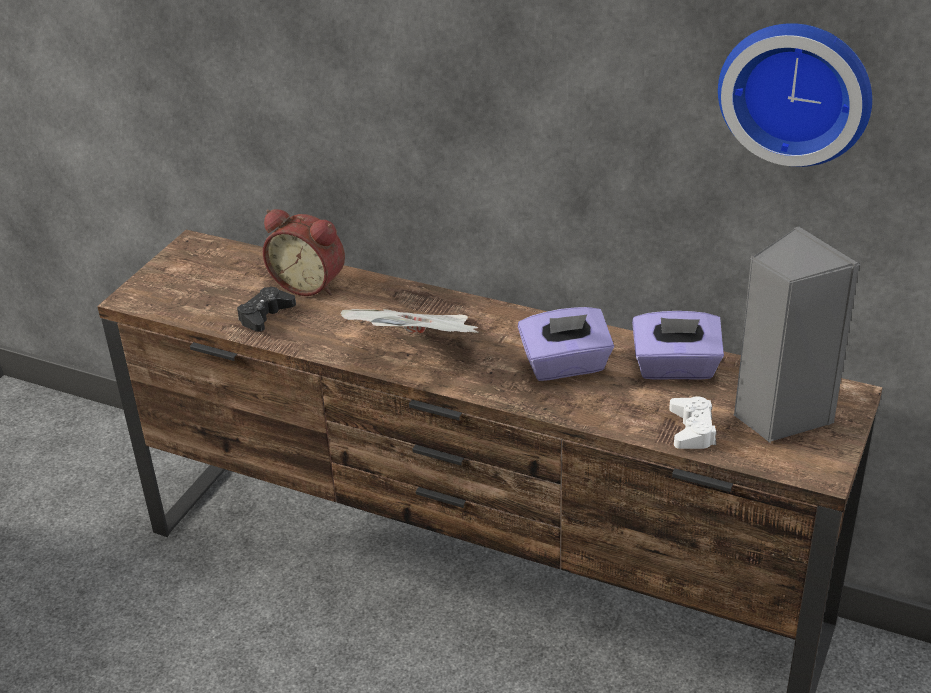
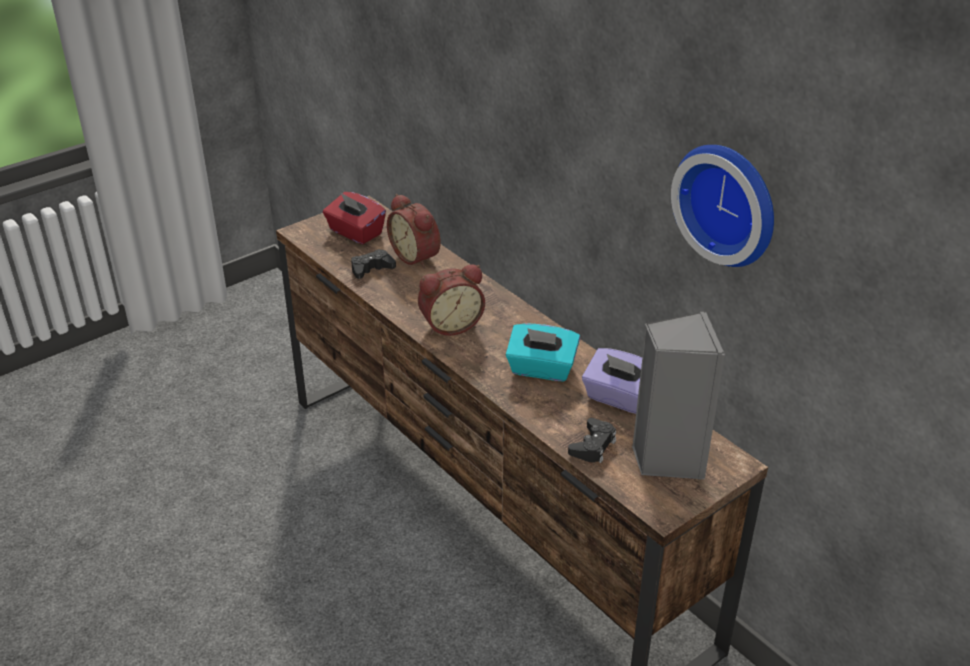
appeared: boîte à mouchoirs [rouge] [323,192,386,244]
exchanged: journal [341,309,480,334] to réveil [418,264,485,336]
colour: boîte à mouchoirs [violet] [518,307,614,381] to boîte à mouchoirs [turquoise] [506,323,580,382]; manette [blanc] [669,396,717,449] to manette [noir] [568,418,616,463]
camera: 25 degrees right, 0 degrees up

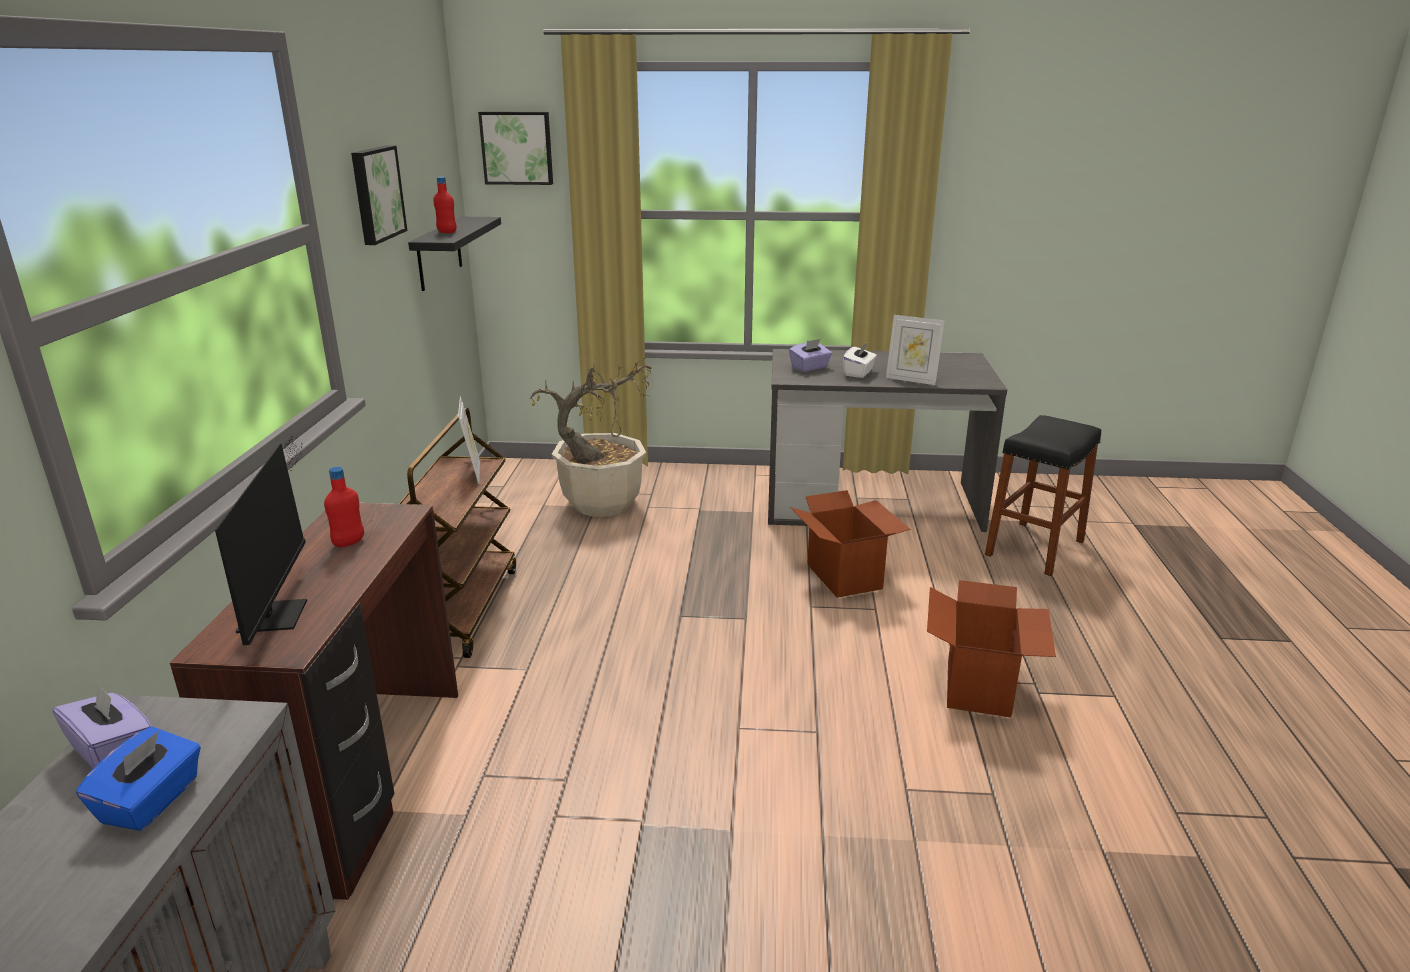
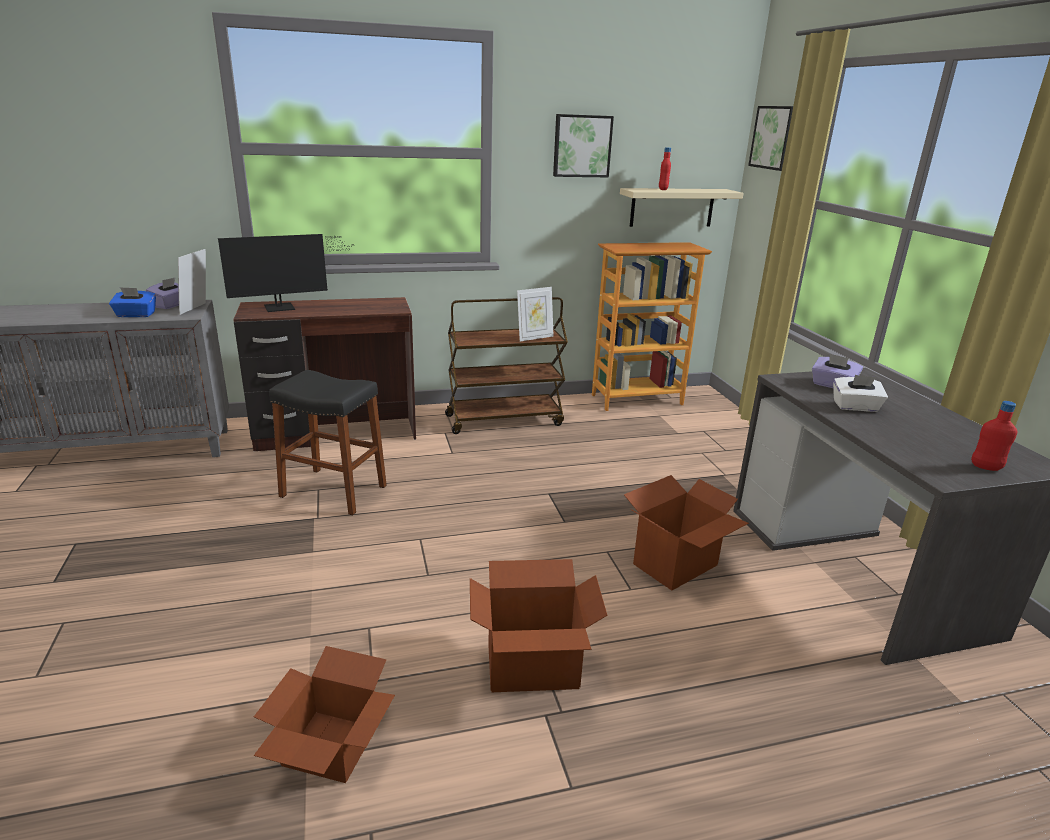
missing: plante en pot [530,357,652,517]
appeared: carton [254,646,395,783]; bibliothèque [592,242,712,411]
relocated: bouteille [rouge] [324,467,364,547] to [971,401,1017,471]; cadre photo [886,315,945,385] to [178,249,206,315]; tabouret [noir] [985,415,1101,576] to [269,370,387,515]
colour: étagère [noir] [408,217,501,291] to étagère [beige] [620,188,744,227]
camera: 70 degrees right, 0 degrees up

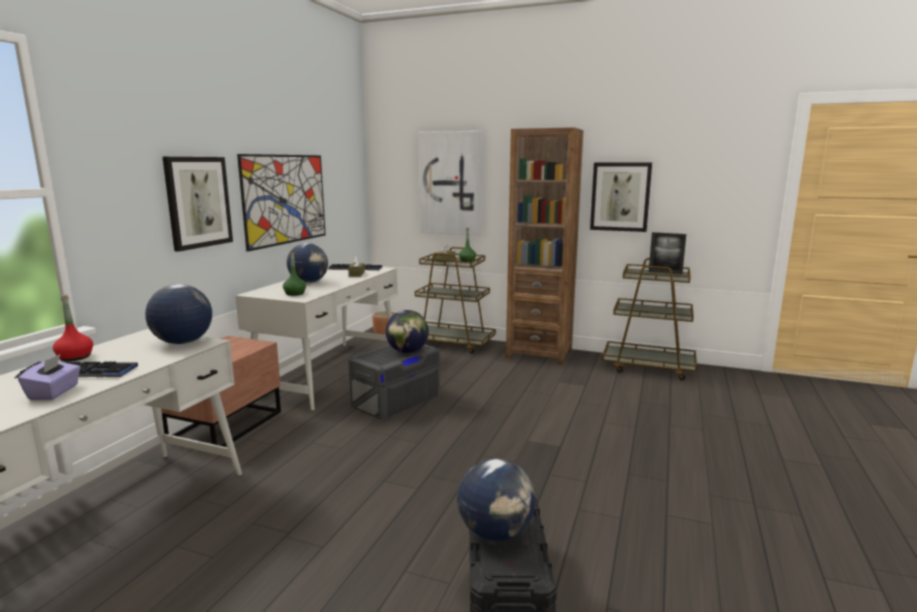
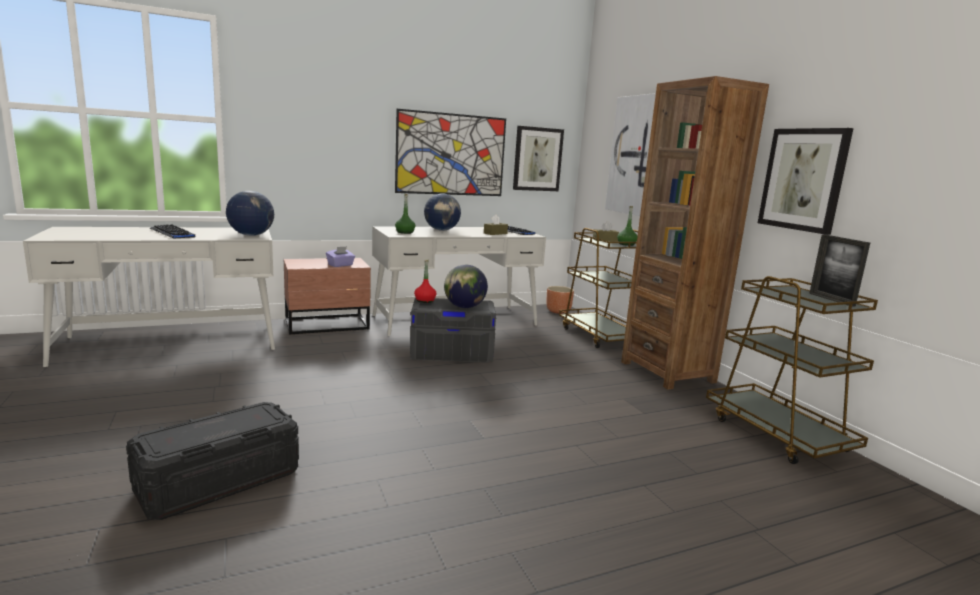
missing: globe [457,458,536,541]
relocated: boîte à mouchoirs [violet] [18,354,81,400] to [326,246,355,267]; bouteille [rouge] [53,295,93,362] to [414,259,436,303]; tableau [162,157,233,252] to [513,126,564,191]
camera: 45 degrees right, 0 degrees up

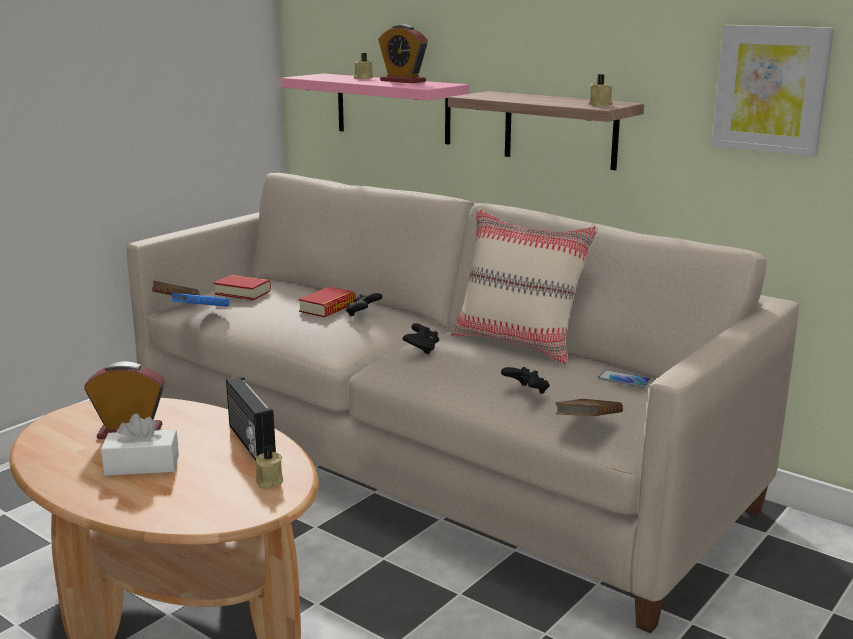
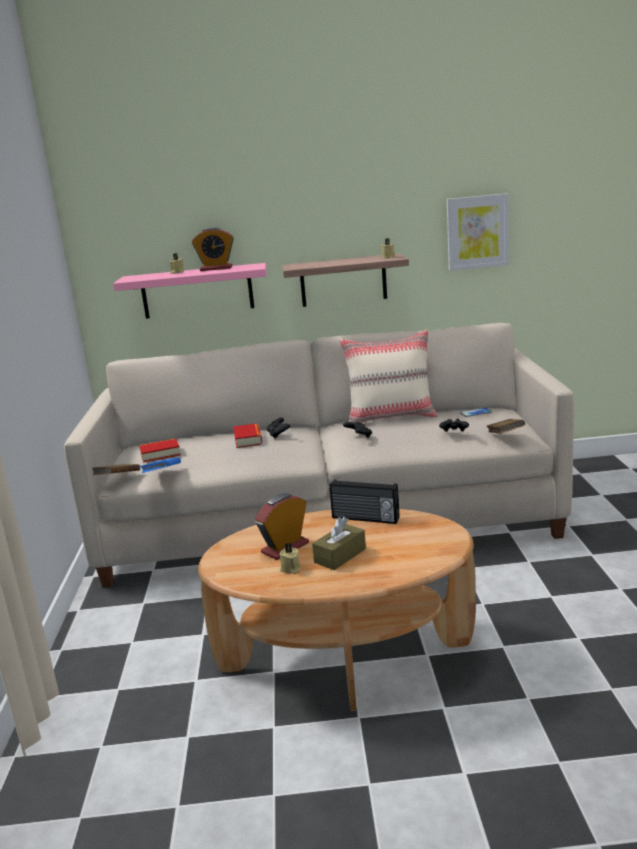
relocated: bougie [beige] [256,445,283,489] to [280,543,301,574]
colour: boîte à mouchoirs [blanc] [101,414,179,476] to boîte à mouchoirs [marron] [312,517,366,570]
camera: 40 degrees left, 0 degrees up

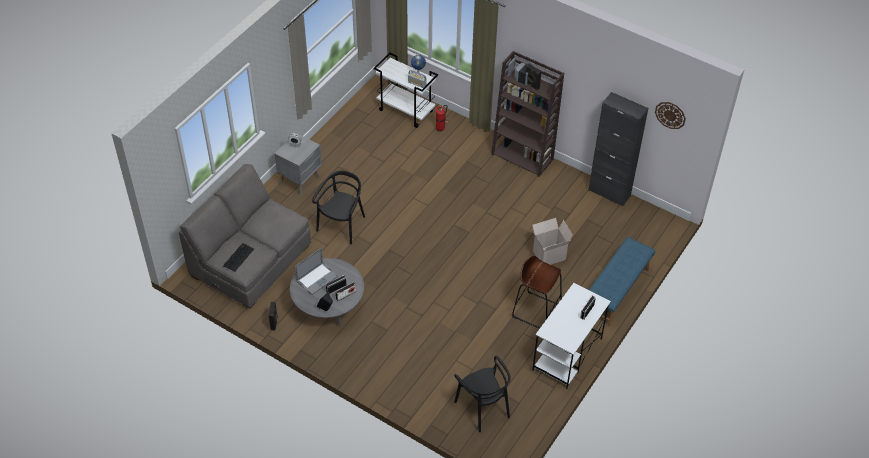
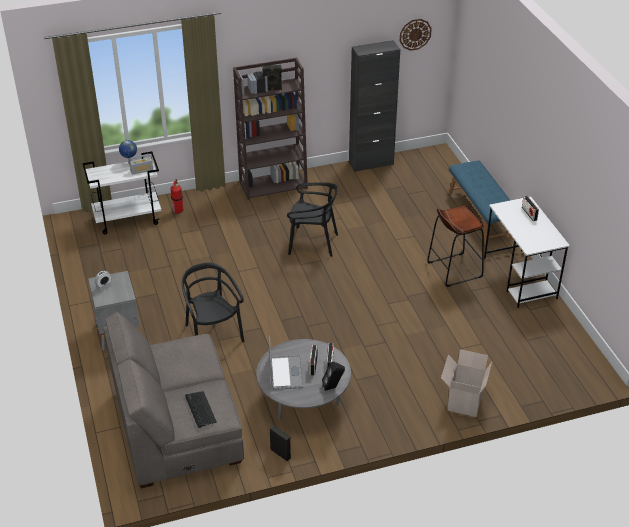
relocated: chaise [noir] [454,355,511,432] to [287,182,338,257]; carton [532,218,573,265] to [441,349,492,417]
camera: 50 degrees left, 10 degrees down

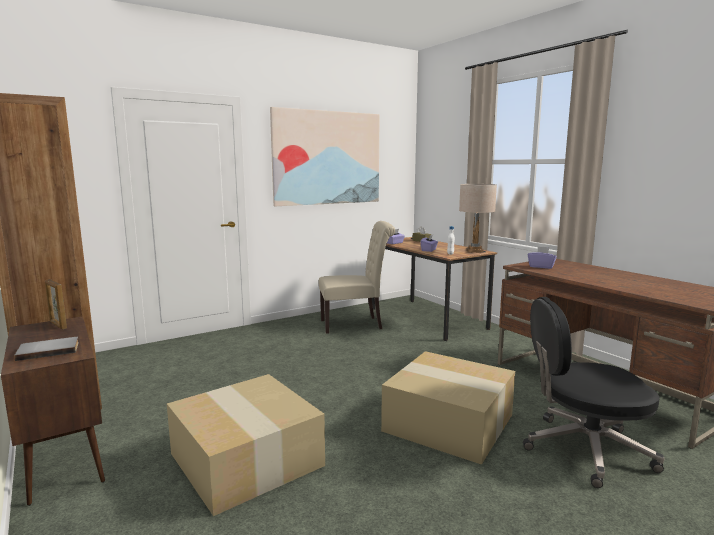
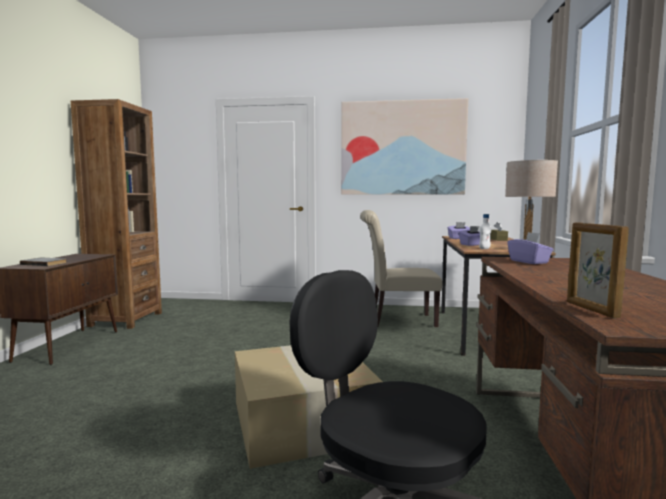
missing: carton [167,374,325,516]
relocated: cadre photo [45,279,67,329] to [567,223,629,318]
spun: chaise [beige] [319,221,395,334] = [360,210,442,327] 150 degrees clockwise
camera: 40 degrees right, 5 degrees down

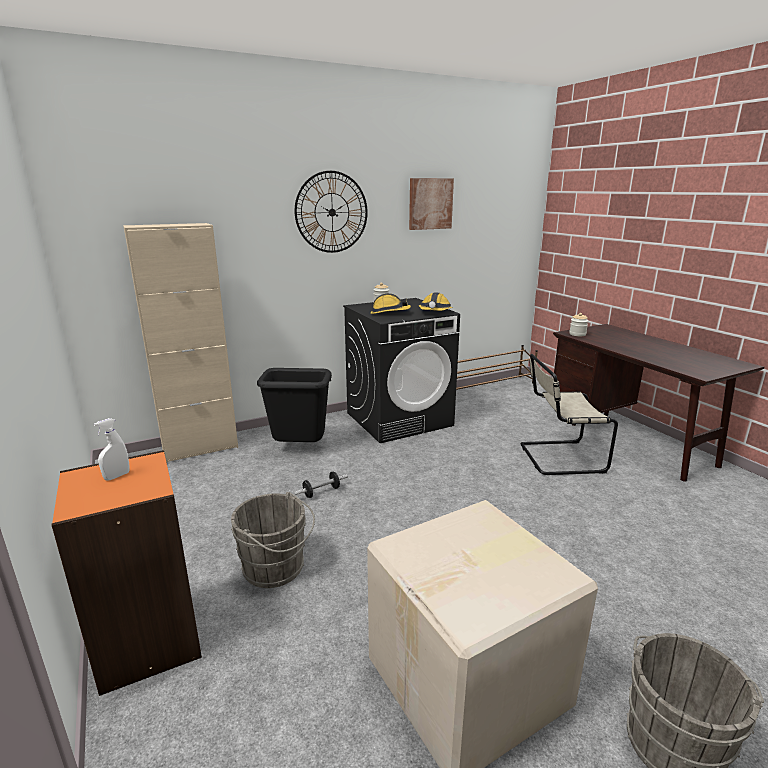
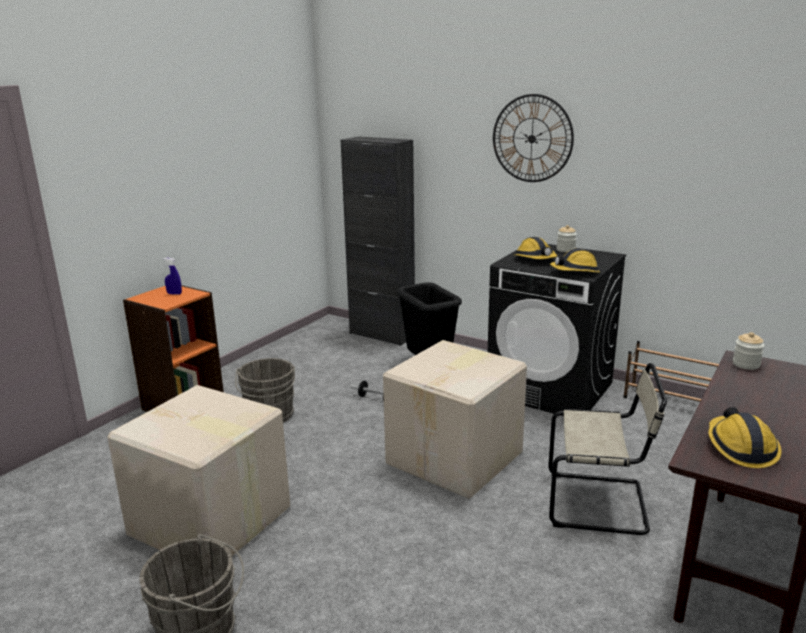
missing: tableau [409,178,454,230]
appeared: carton [383,340,527,498]; casque de chantier [708,407,782,468]
colour: vaporisateur [blanc] [94,418,129,481] to vaporisateur [bleu] [163,258,182,295]; meuble de rangement [beige] [123,223,238,463] to meuble de rangement [noir] [341,136,415,346]
spun: chaise [beige] [520,354,618,475] = [548,363,667,535] 135 degrees clockwise
camera: 60 degrees right, 0 degrees up

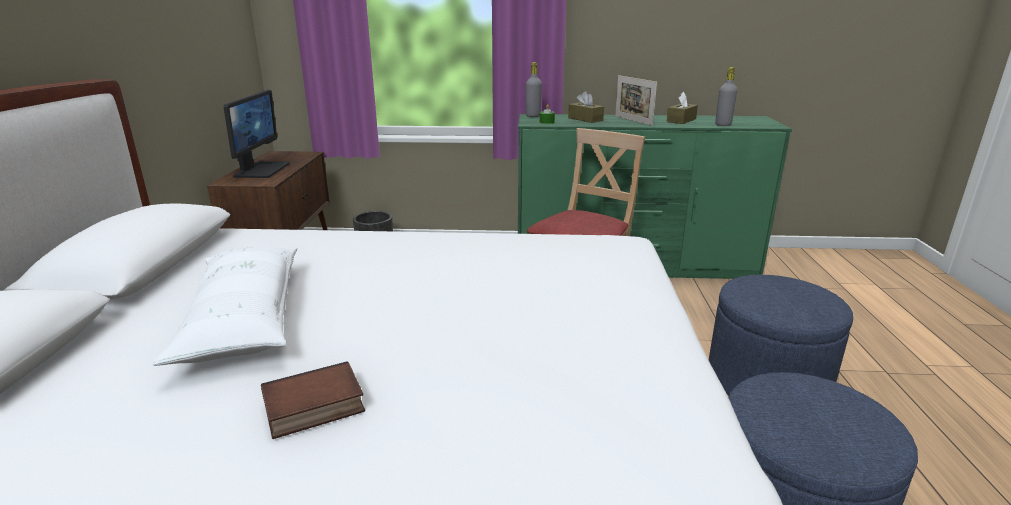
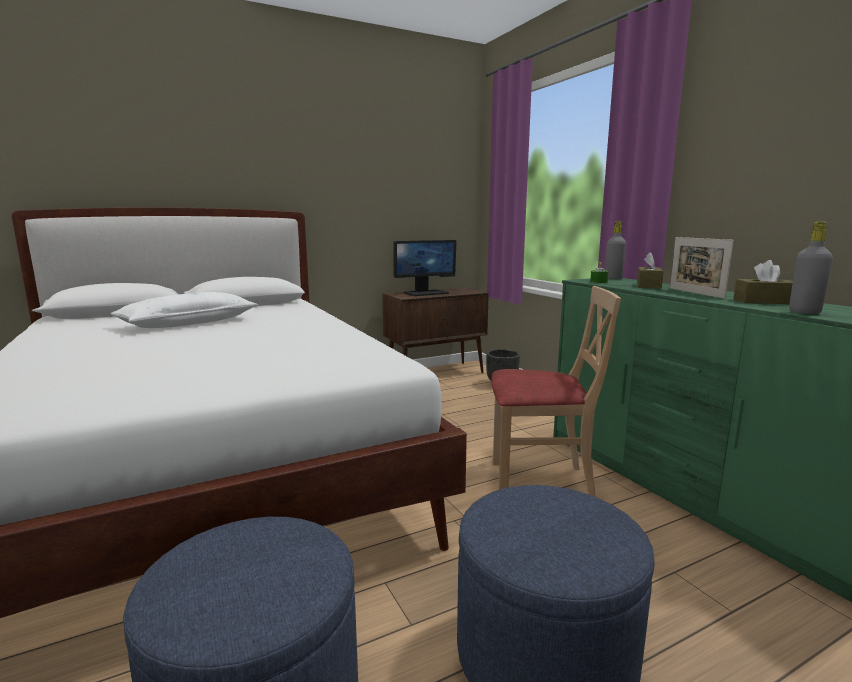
missing: livre [261,361,365,439]
spun: cadre photo [615,75,657,126] = [670,237,734,299] 45 degrees counterclockwise
camera: 60 degrees right, 10 degrees down

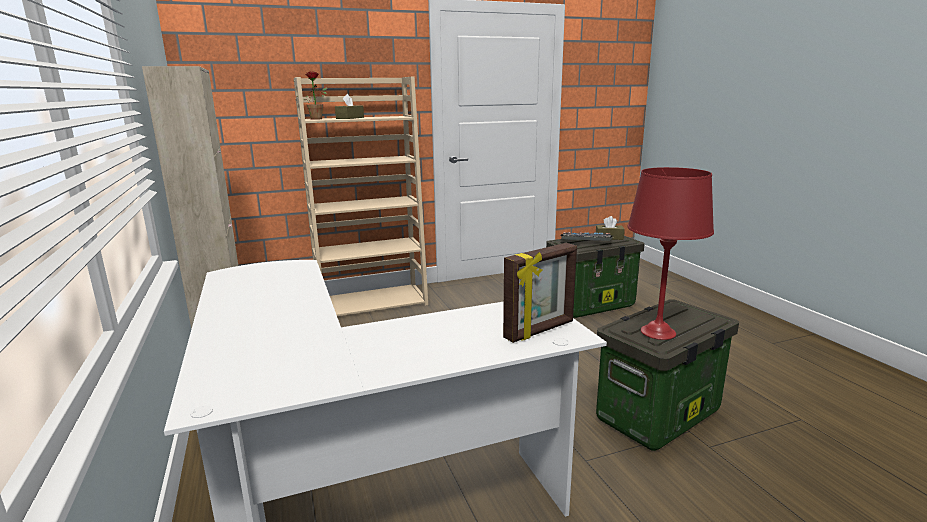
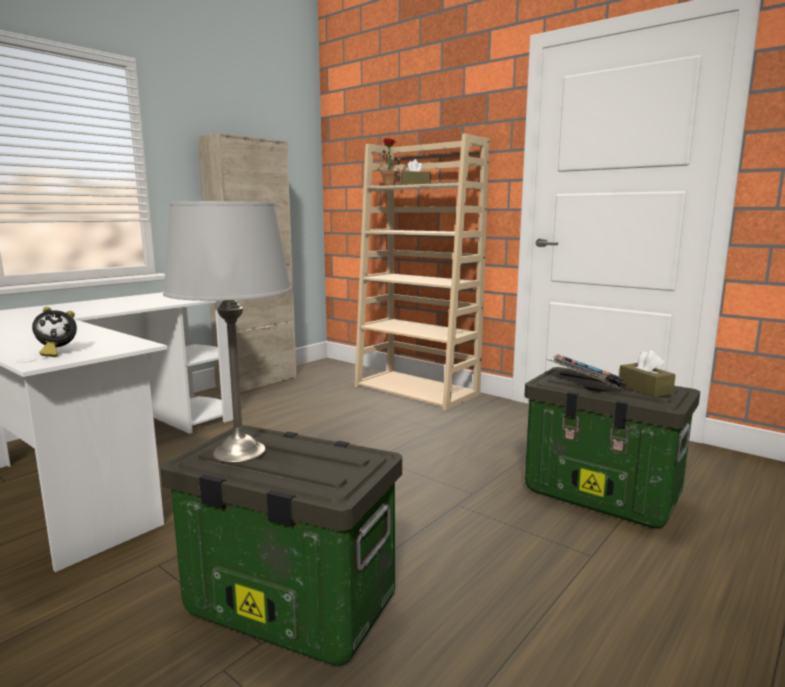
exchanged: cadre photo [503,243,577,343] to réveil [32,307,77,357]
colour: lampe de table [rouge] [627,167,714,340] to lampe de table [gris] [163,201,291,463]
camera: 60 degrees right, 5 degrees down

